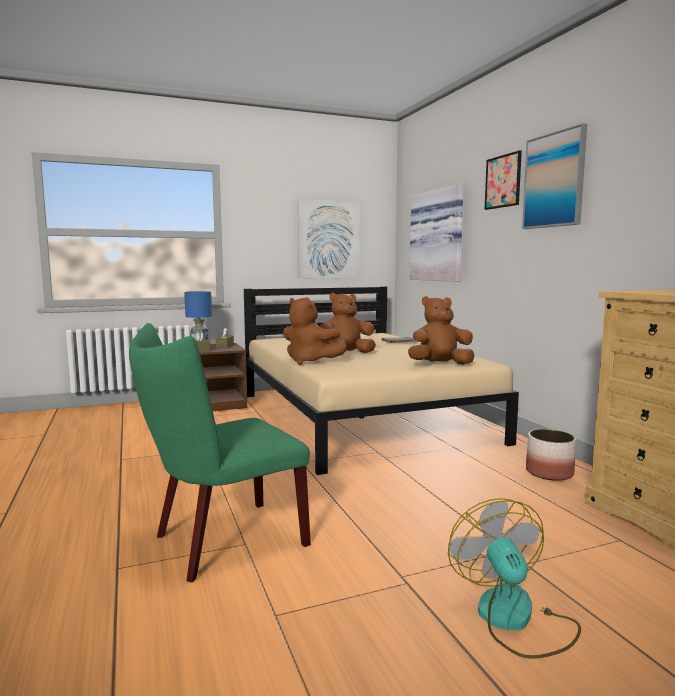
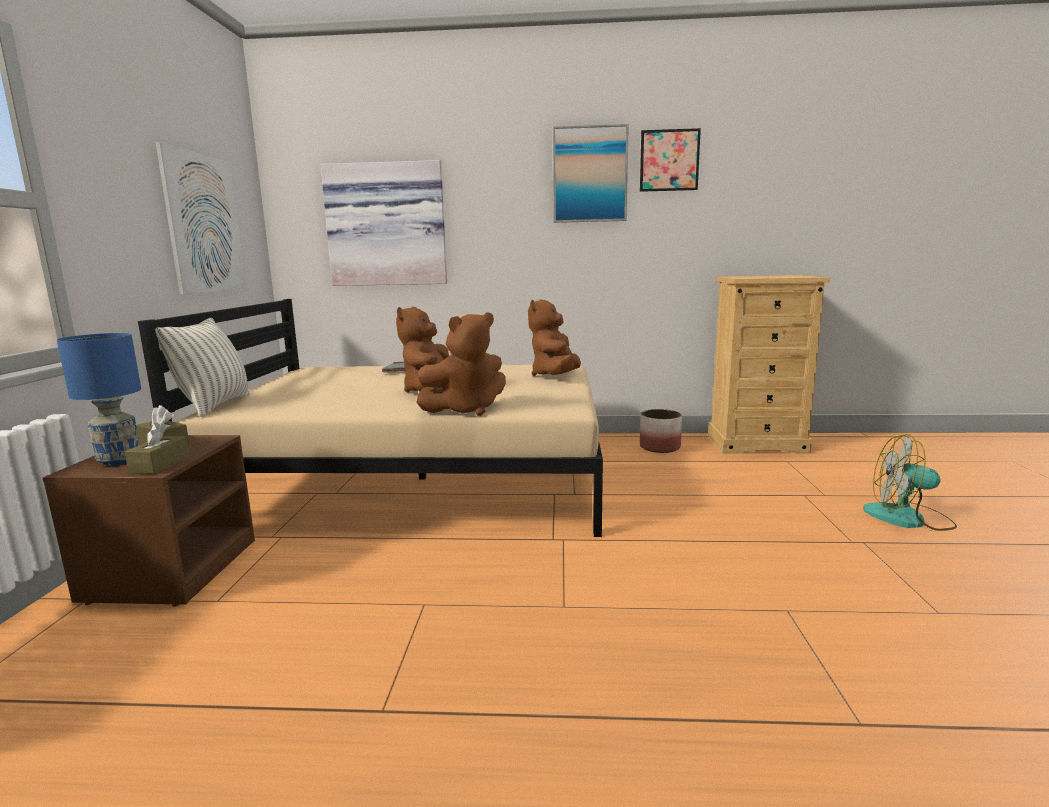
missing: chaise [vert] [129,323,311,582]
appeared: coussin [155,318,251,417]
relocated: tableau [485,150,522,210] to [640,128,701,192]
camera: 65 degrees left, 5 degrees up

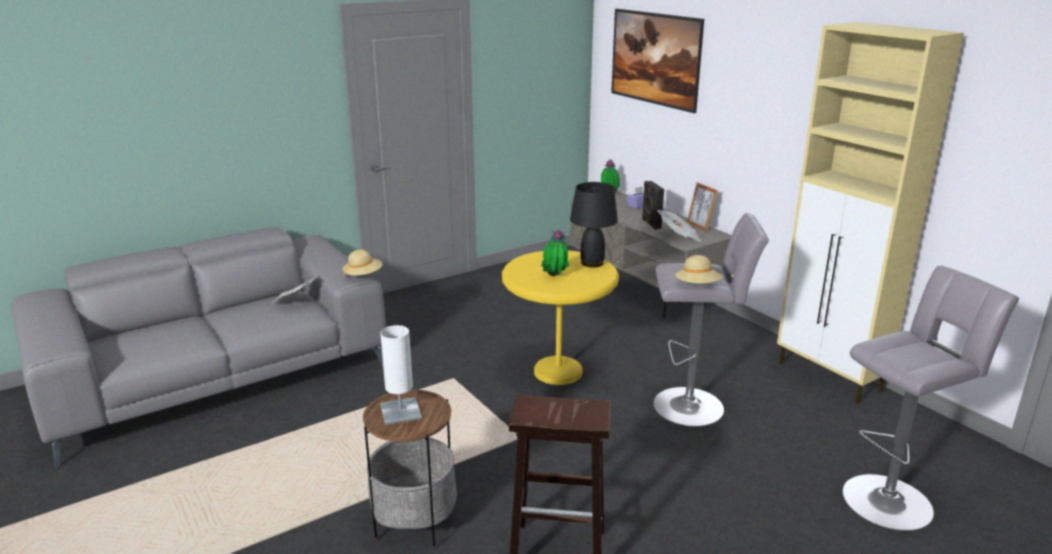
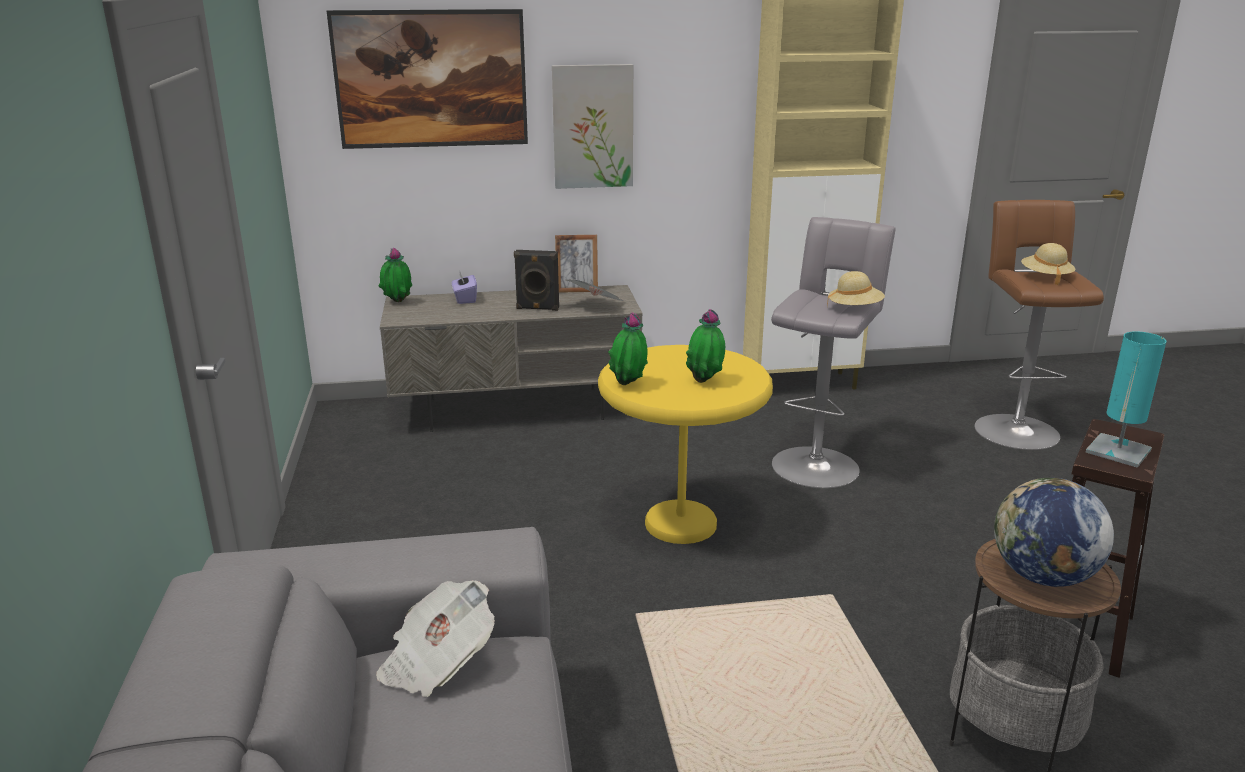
missing: lampe de table [noir] [570,182,618,267]
appeared: tableau [552,64,633,189]; plante en pot [608,313,648,385]; lampe de table [turquoise] [1086,331,1167,468]
relocated: chapeau [beige] [343,249,382,276] to [1021,243,1075,285]
exchanged: lampe de table [blanc] [380,325,422,425] to globe [994,478,1114,587]
colour: tabouret [gris] [843,265,1019,531] to tabouret [marron] [975,200,1104,450]
camera: 65 degrees left, 0 degrees up

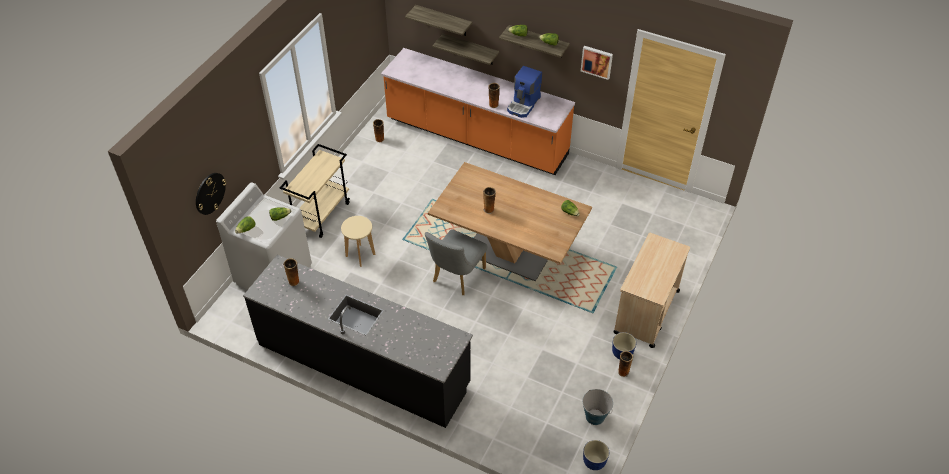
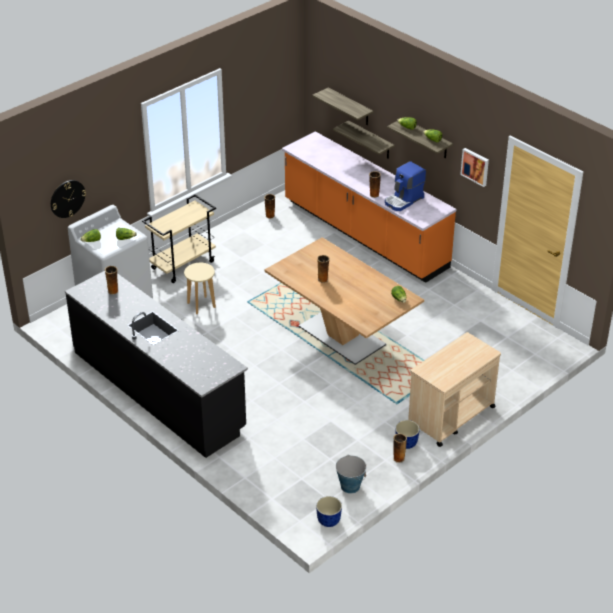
missing: chaise [gris] [425,229,487,295]
camera: 20 degrees right, 10 degrees down

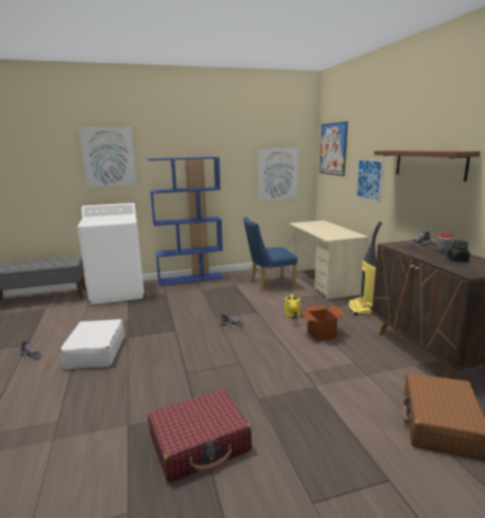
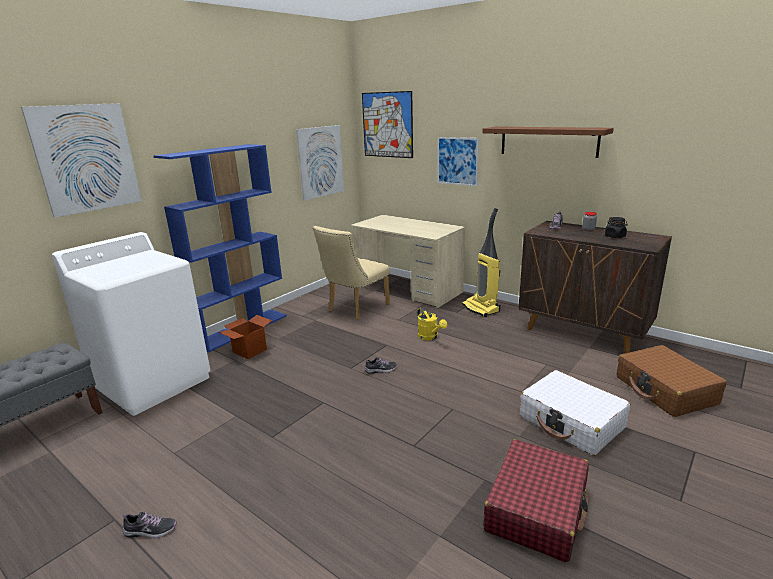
relocated: valise [blanc] [59,319,124,369] to [520,370,631,456]; carton [299,305,346,342] to [219,315,272,359]
colour: chaise [bleu] [244,217,298,292] to chaise [beige] [313,226,390,320]
camera: 35 degrees left, 5 degrees up

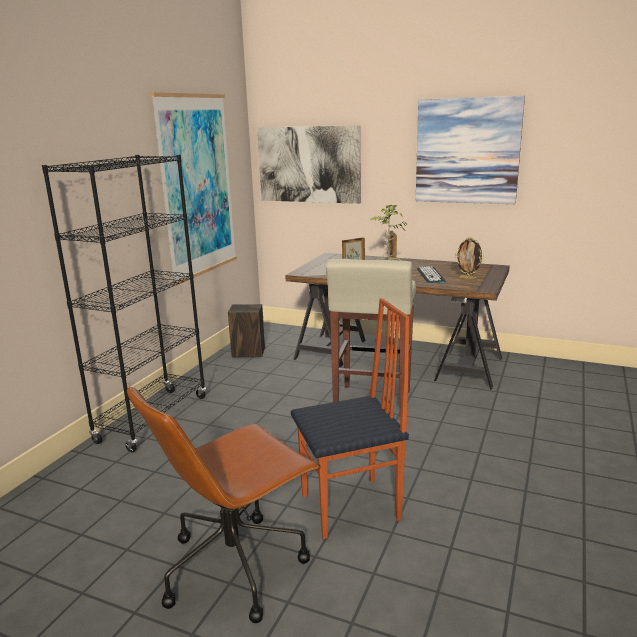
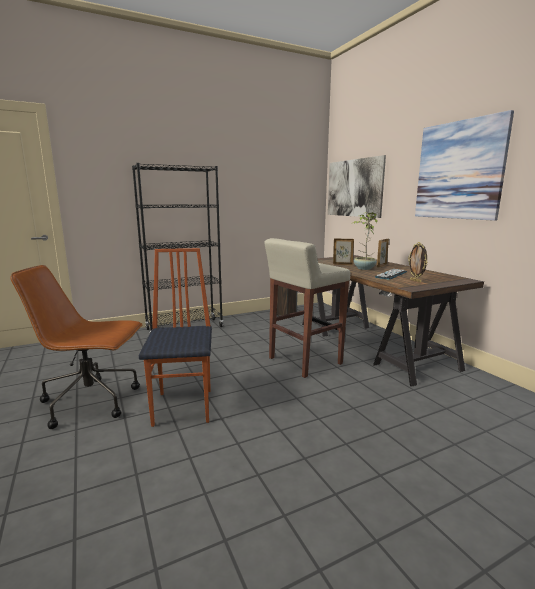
missing: tableau [150,92,237,286]
spun: chaise [291,298,409,539] = [139,248,212,427] 120 degrees counterclockwise
camera: 40 degrees right, 5 degrees down

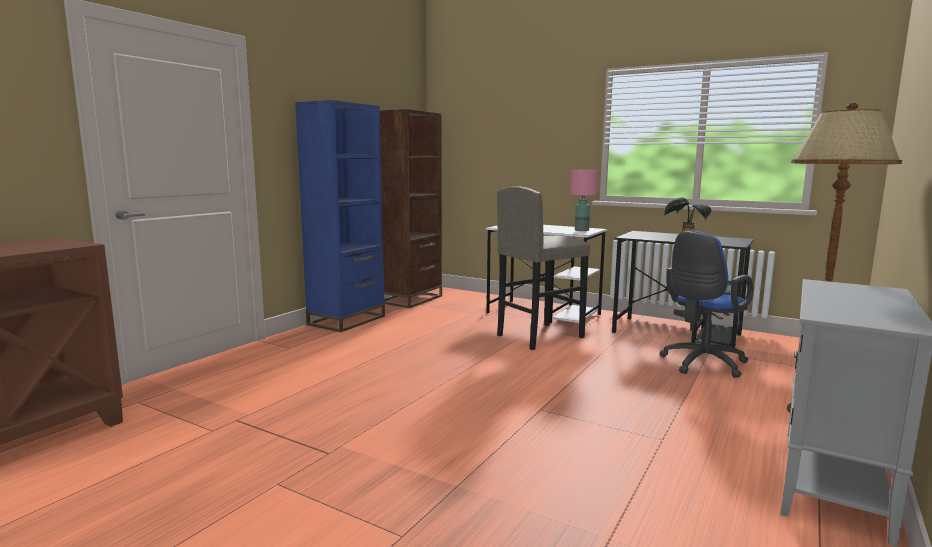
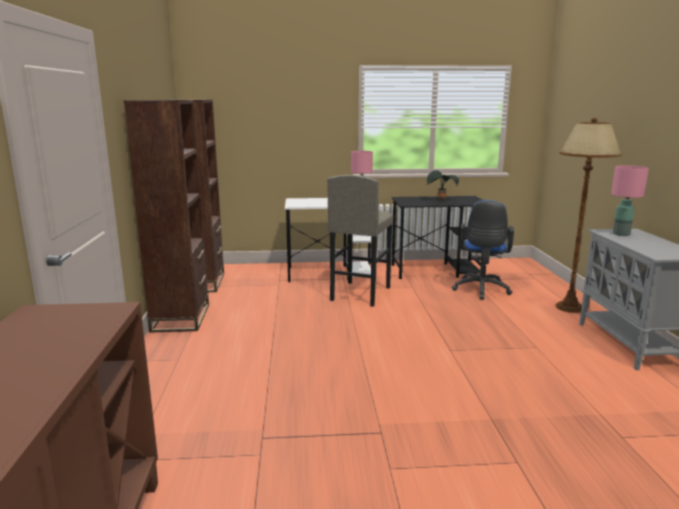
appeared: lampe de table [rose] [611,165,649,236]
colour: bibliothèque [bleu] [295,100,385,332] to bibliothèque [marron] [124,100,209,333]
camera: 35 degrees left, 5 degrees up

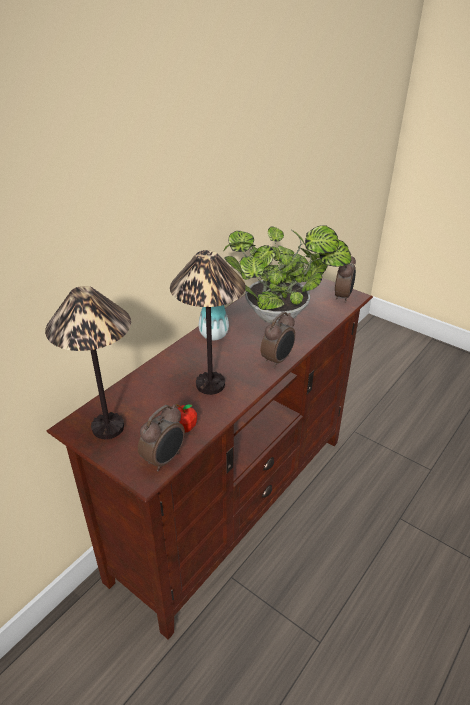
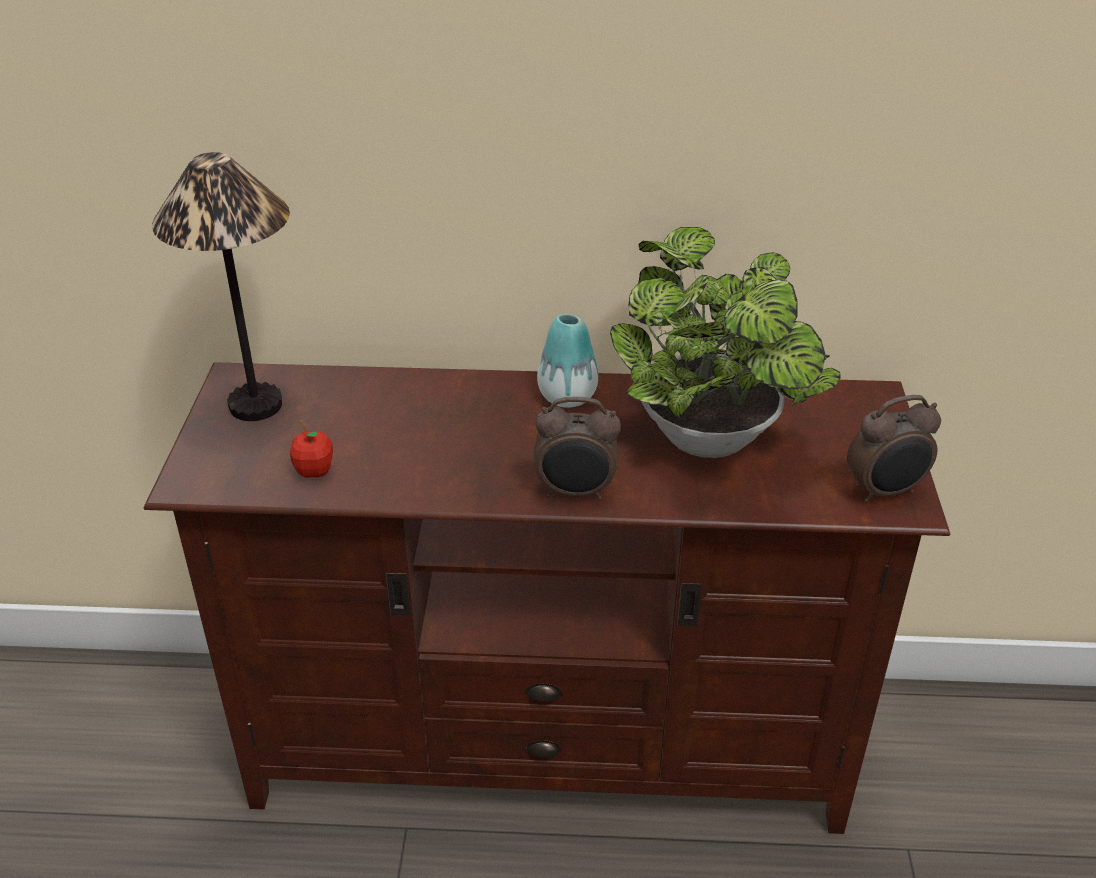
missing: réveil [138,405,185,472]; lampe de table [170,250,246,395]
camera: 55 degrees right, 0 degrees up

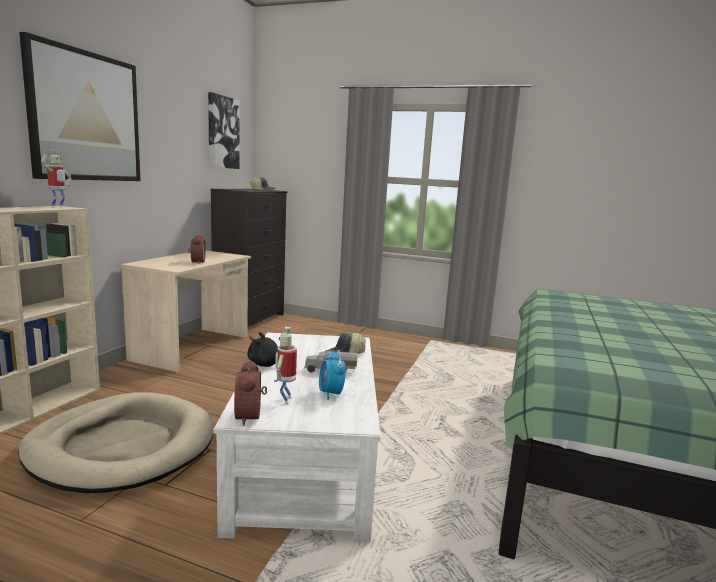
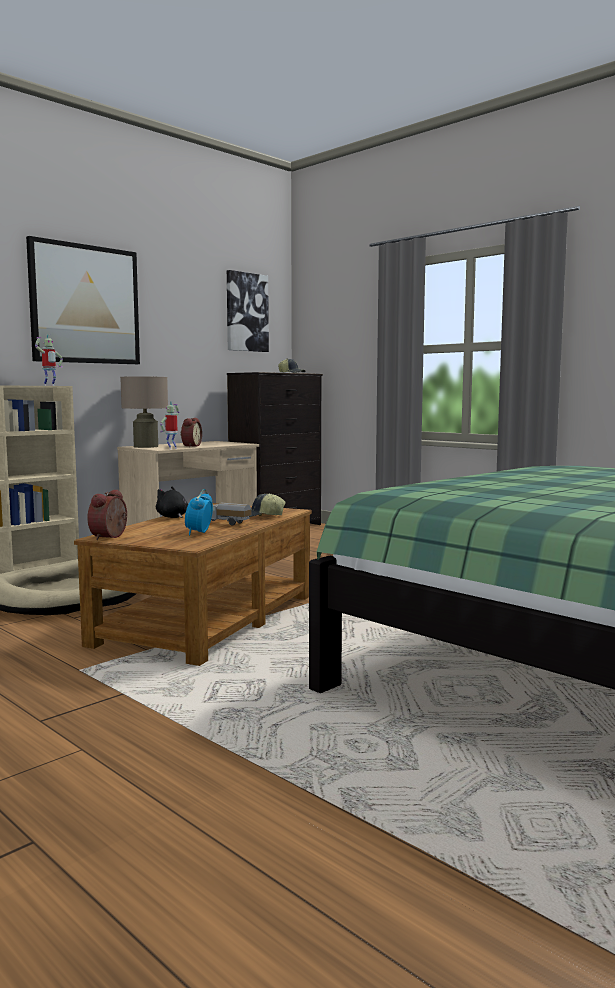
appeared: lampe de table [beige] [120,376,168,448]
relocated: robot jouet [274,327,297,405] to [160,401,179,449]
colour: table basse [blanc] [213,332,381,543] to table basse [marron] [74,503,312,666]
camera: 25 degrees right, 5 degrees down

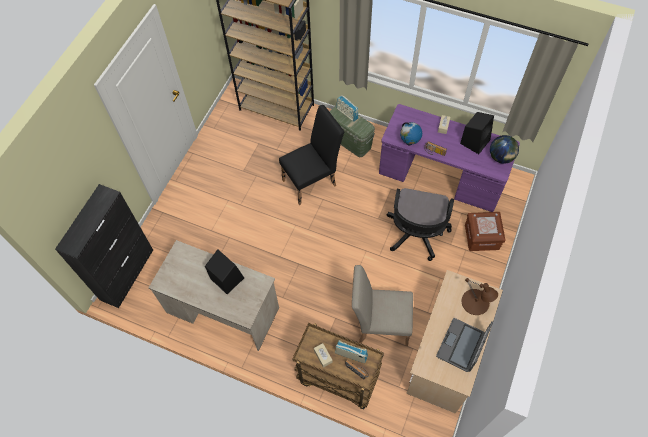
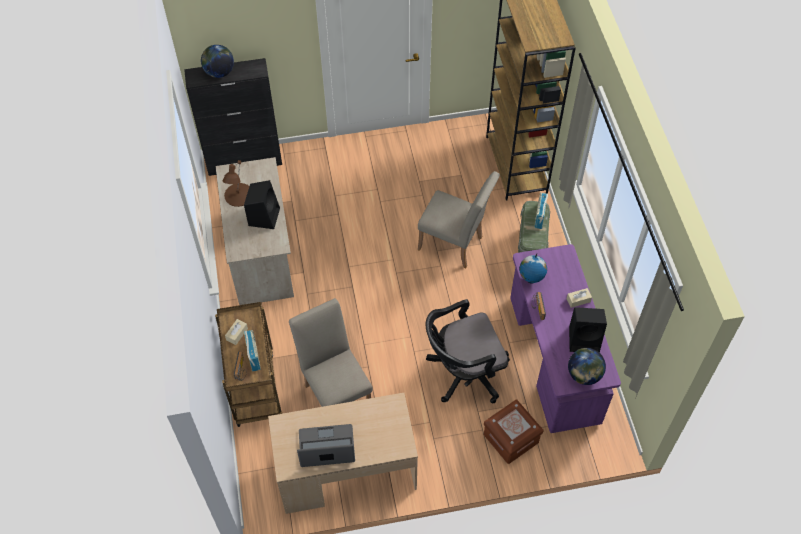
appeared: globe [201,45,234,78]
relocated: lampe de table [marron] [461,278,498,315] to [223,160,249,207]
colour: chaise [noir] [279,105,344,205] to chaise [beige] [418,171,500,268]
camera: 55 degrees right, 5 degrees down

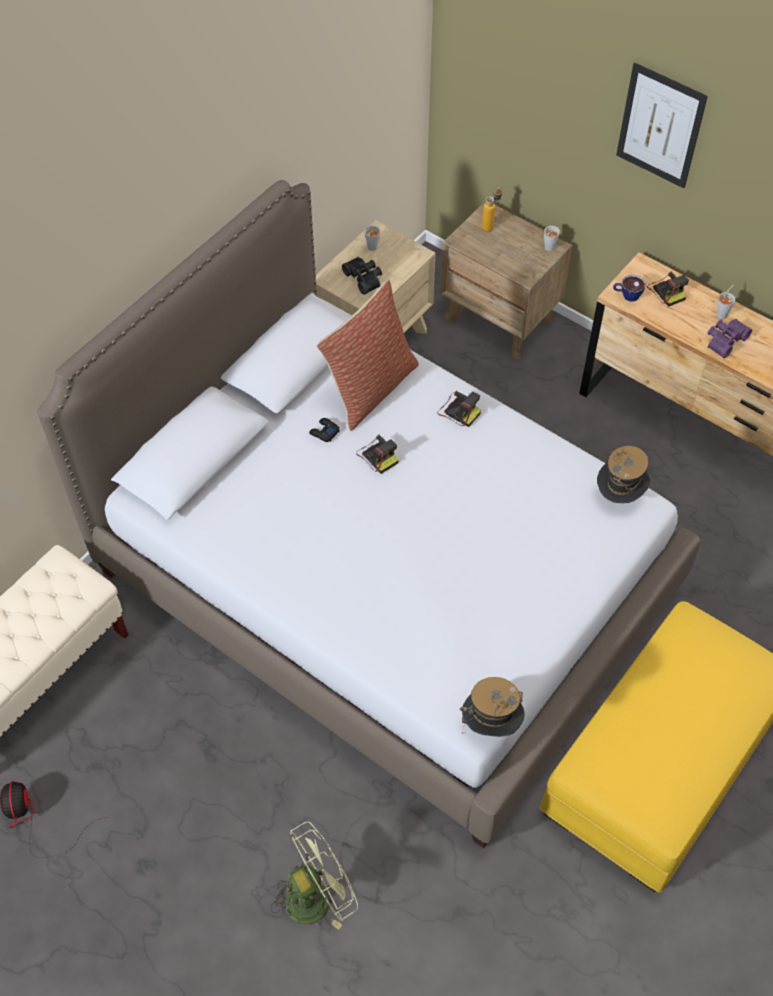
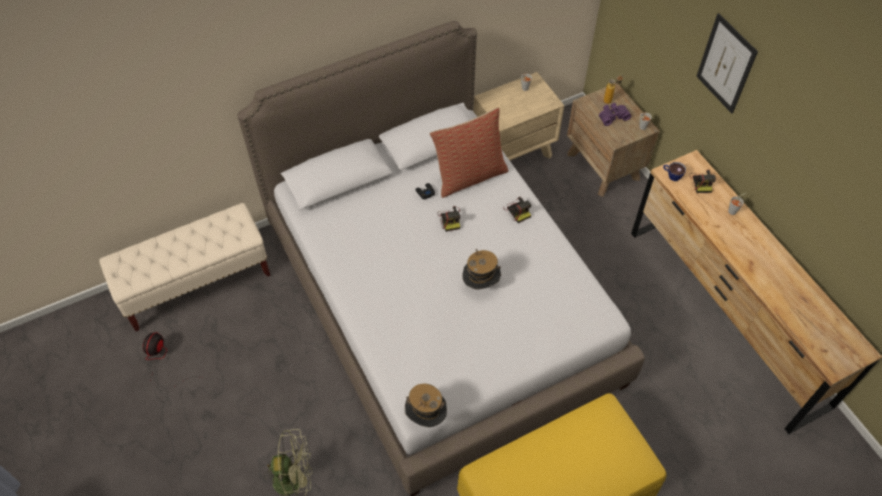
missing: jumelles [noir] [342,257,382,295]
relocated: chapeau [597,446,651,503] to [463,248,501,289]; jumelles [violet] [707,319,752,358] to [599,103,631,126]
camera: 25 degrees right, 0 degrees up

